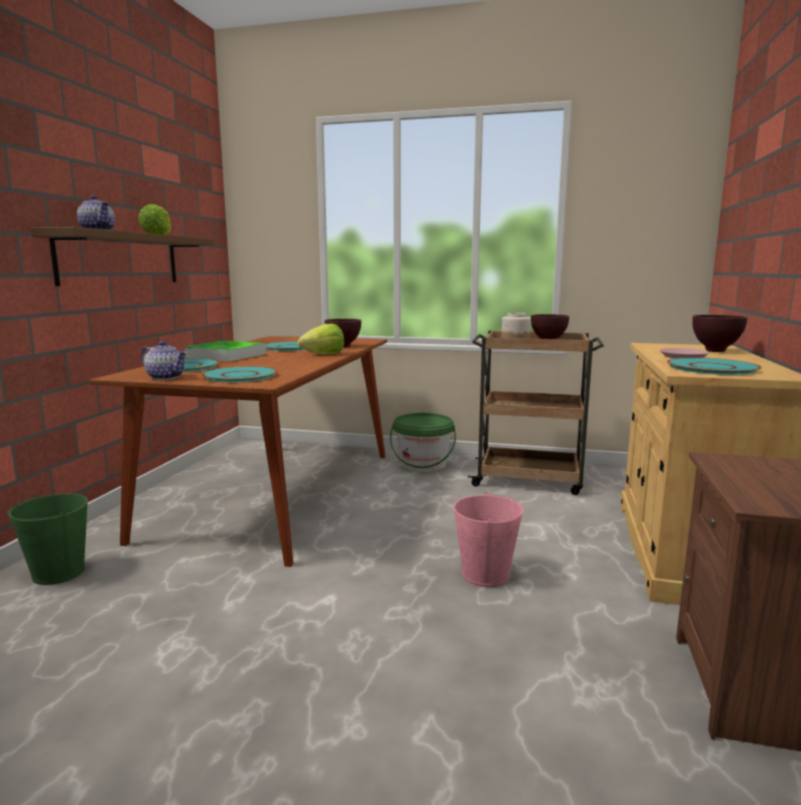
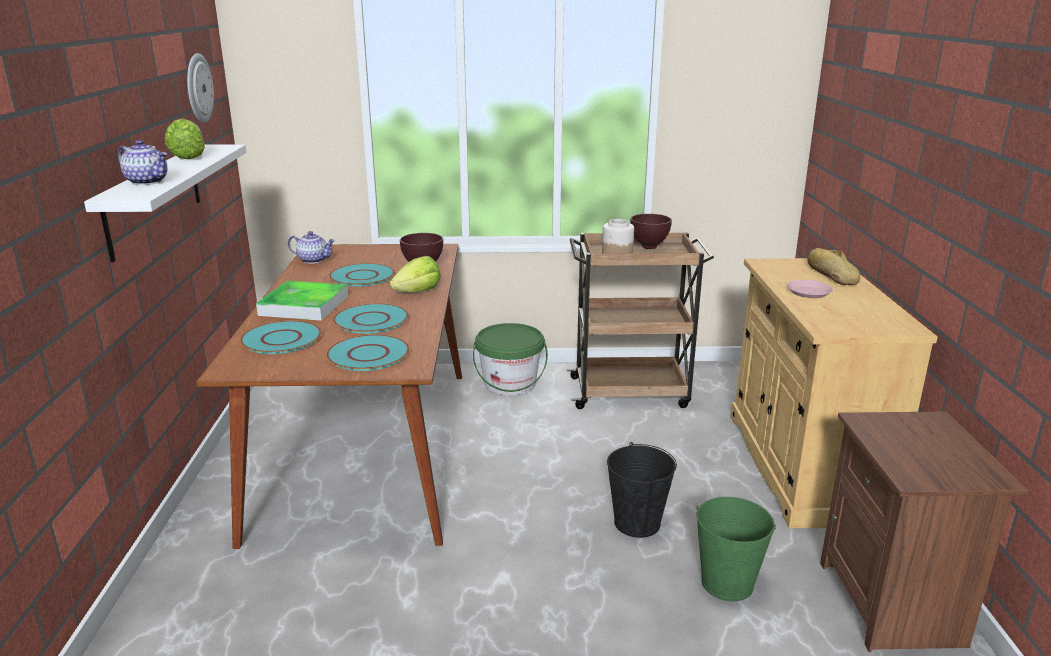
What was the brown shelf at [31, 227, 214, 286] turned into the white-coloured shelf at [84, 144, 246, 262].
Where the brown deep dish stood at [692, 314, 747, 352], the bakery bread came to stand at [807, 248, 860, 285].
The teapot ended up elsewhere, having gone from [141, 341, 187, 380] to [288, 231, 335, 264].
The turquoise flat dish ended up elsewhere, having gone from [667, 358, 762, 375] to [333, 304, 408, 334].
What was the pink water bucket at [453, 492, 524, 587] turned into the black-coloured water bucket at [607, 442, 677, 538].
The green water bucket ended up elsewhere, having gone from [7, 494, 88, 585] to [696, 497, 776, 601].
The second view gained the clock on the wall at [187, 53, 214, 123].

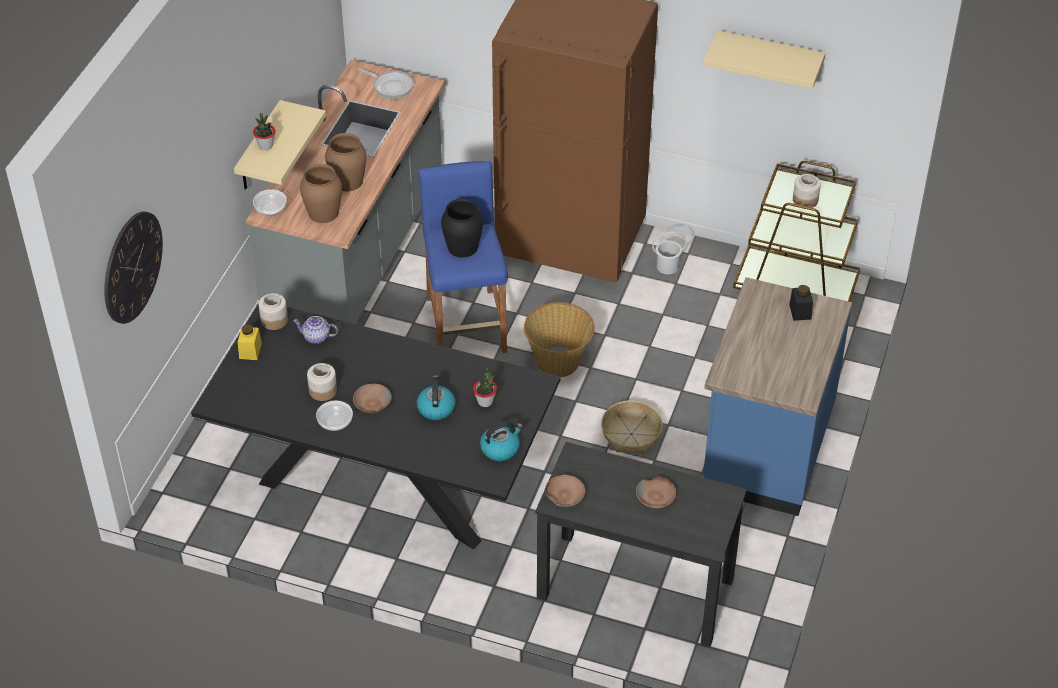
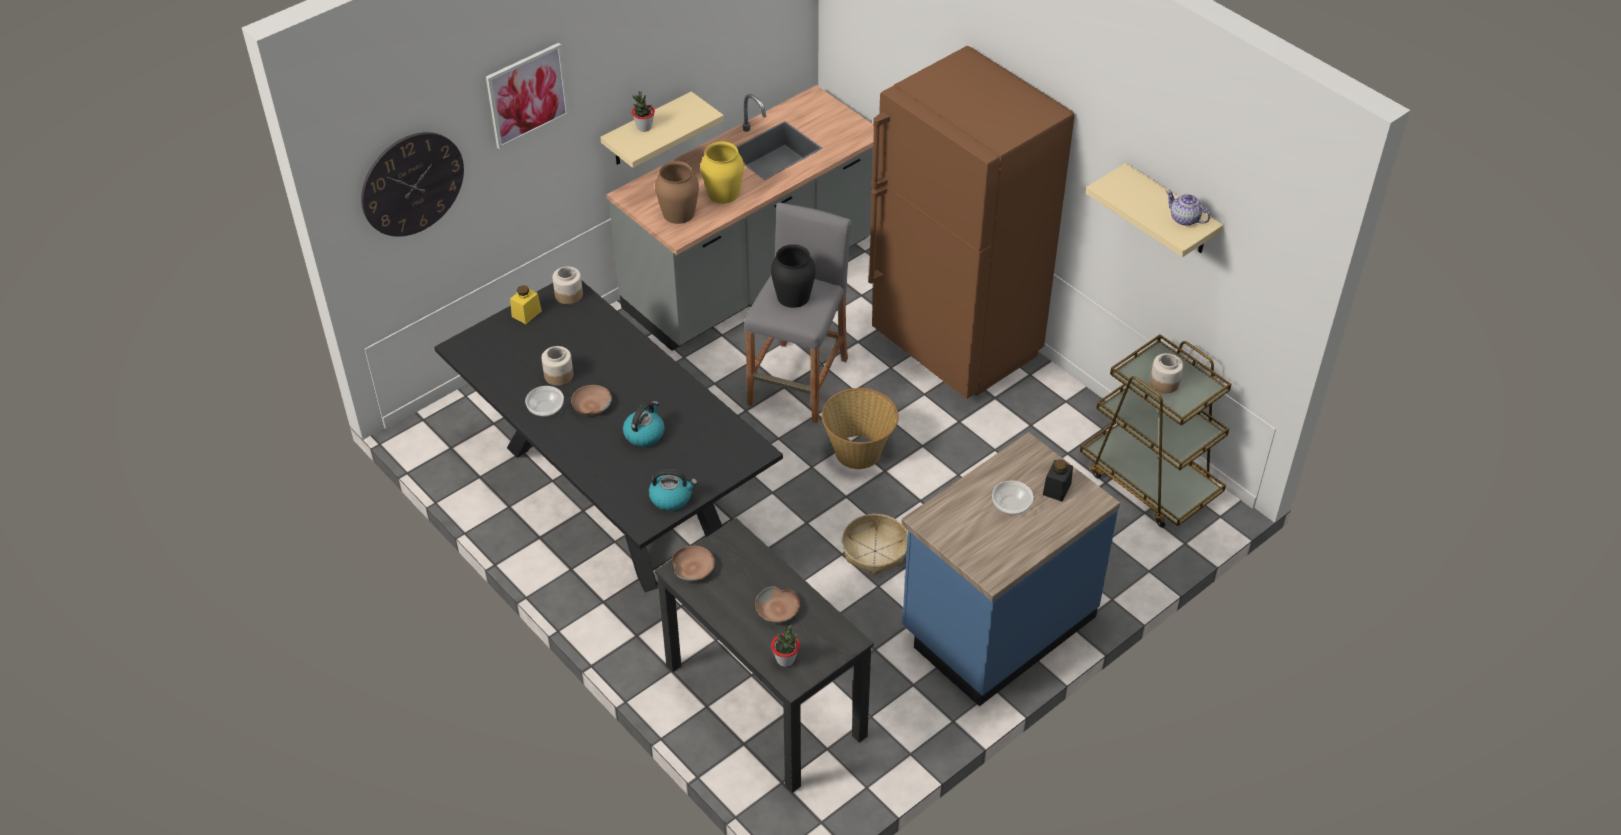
The second view lost the pan at [358, 68, 413, 99].
What was the brown vase at [325, 133, 366, 191] turned into the yellowish vase at [701, 142, 744, 204].
What was the bluish stool seat at [418, 161, 508, 353] turned into the gray stool seat at [744, 203, 852, 423].
The deep dish ended up elsewhere, having gone from [253, 189, 287, 216] to [992, 481, 1033, 515].
The second view lost the white-coloured water bucket at [652, 232, 686, 274].
The teapot ended up elsewhere, having gone from [293, 316, 338, 344] to [1166, 191, 1210, 226].
The houseplant ended up elsewhere, having gone from [473, 368, 497, 407] to [771, 625, 800, 667].
The second view gained the picture at [486, 43, 570, 149].

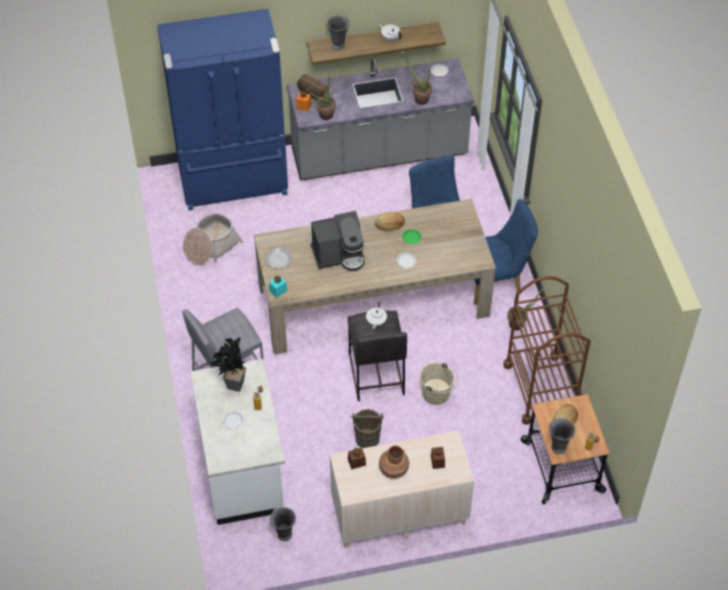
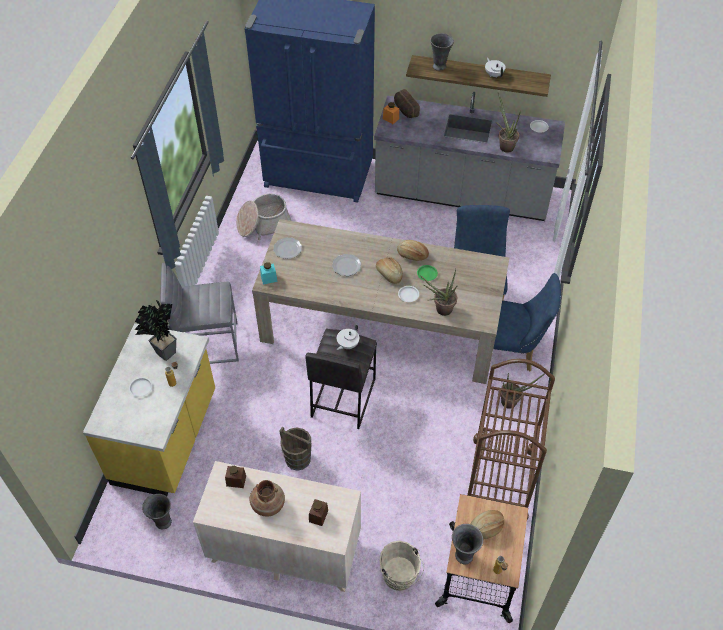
The houseplant ended up elsewhere, having gone from [306, 75, 336, 120] to [420, 269, 458, 316].
Where the coffee maker stood at [311, 211, 365, 271], the flat dish came to stand at [332, 254, 361, 276].
What was the white-coloured kitchen counter at [190, 359, 285, 525] turned into the yellowish kitchen counter at [83, 323, 215, 496].
The sand-coloured water bucket ended up elsewhere, having gone from [420, 362, 459, 405] to [380, 541, 424, 591].
The second view gained the bakery bread at [376, 257, 403, 284].

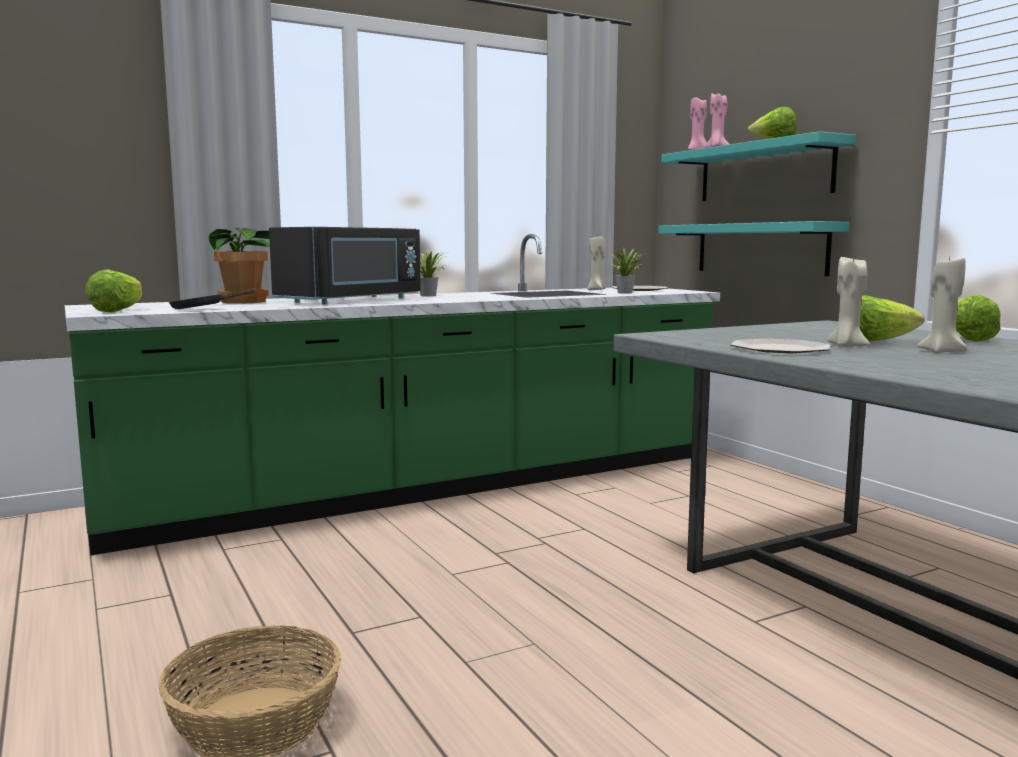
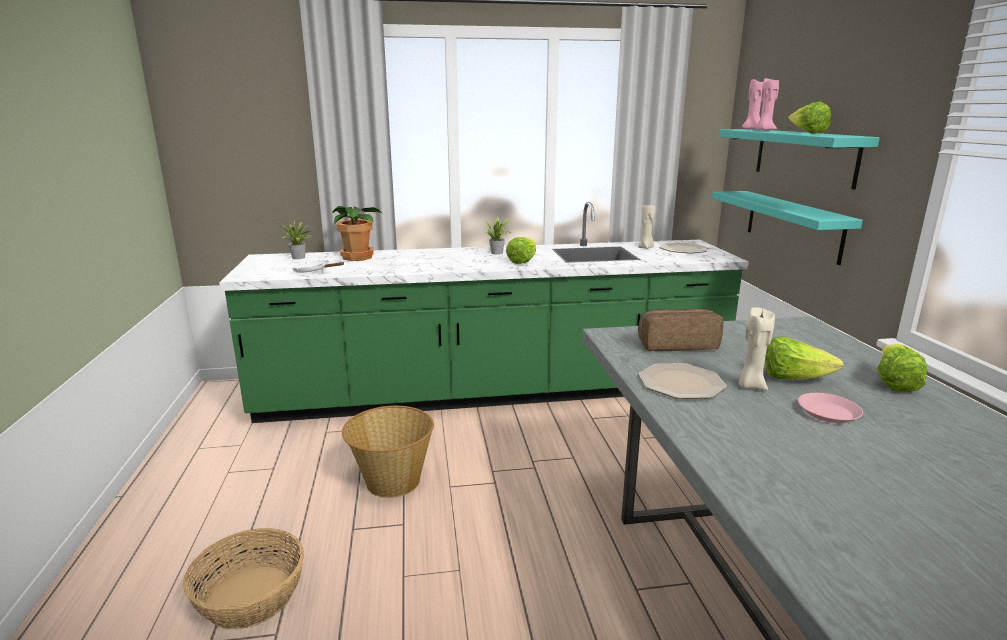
The second view lost the black-coloured microwave oven at [269, 227, 421, 305].
The houseplant ended up elsewhere, having gone from [610, 248, 645, 293] to [280, 220, 312, 259].
Where the sand-coloured candle stood at [917, 257, 967, 353], the pink flat dish came to stand at [798, 393, 863, 423].
The head of lettuce ended up elsewhere, having gone from [85, 269, 142, 312] to [506, 237, 536, 264].
What was the black-coloured pan at [169, 288, 256, 309] turned into the white-coloured pan at [292, 260, 344, 273].
The second view gained the bakery bread at [638, 308, 723, 351].
The second view gained the household basket at [342, 406, 434, 498].

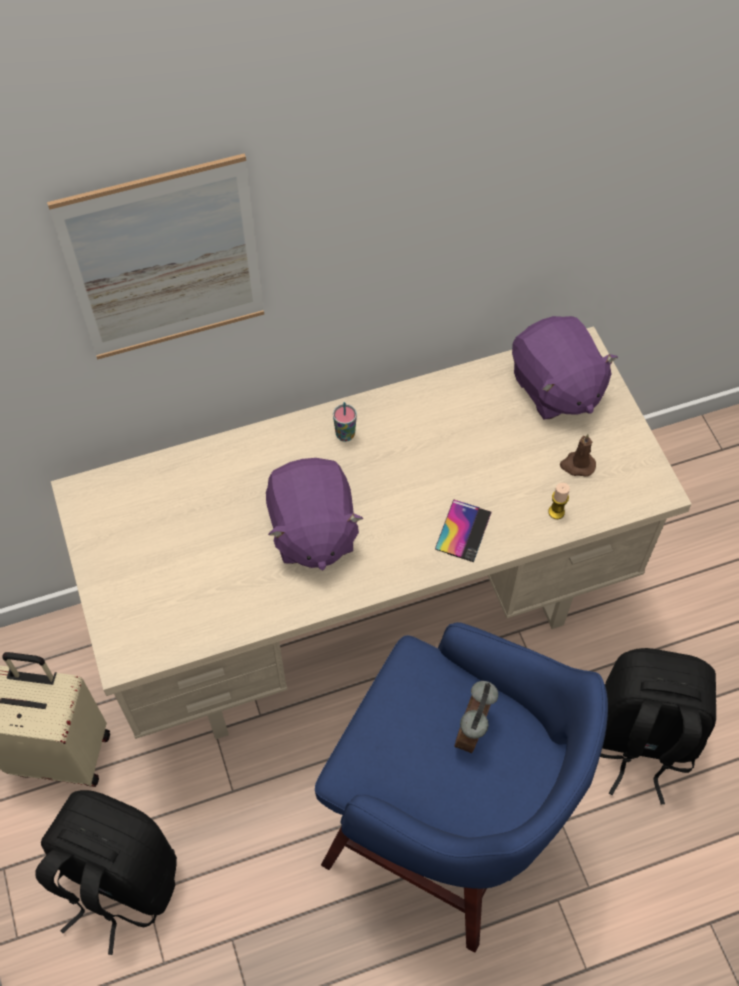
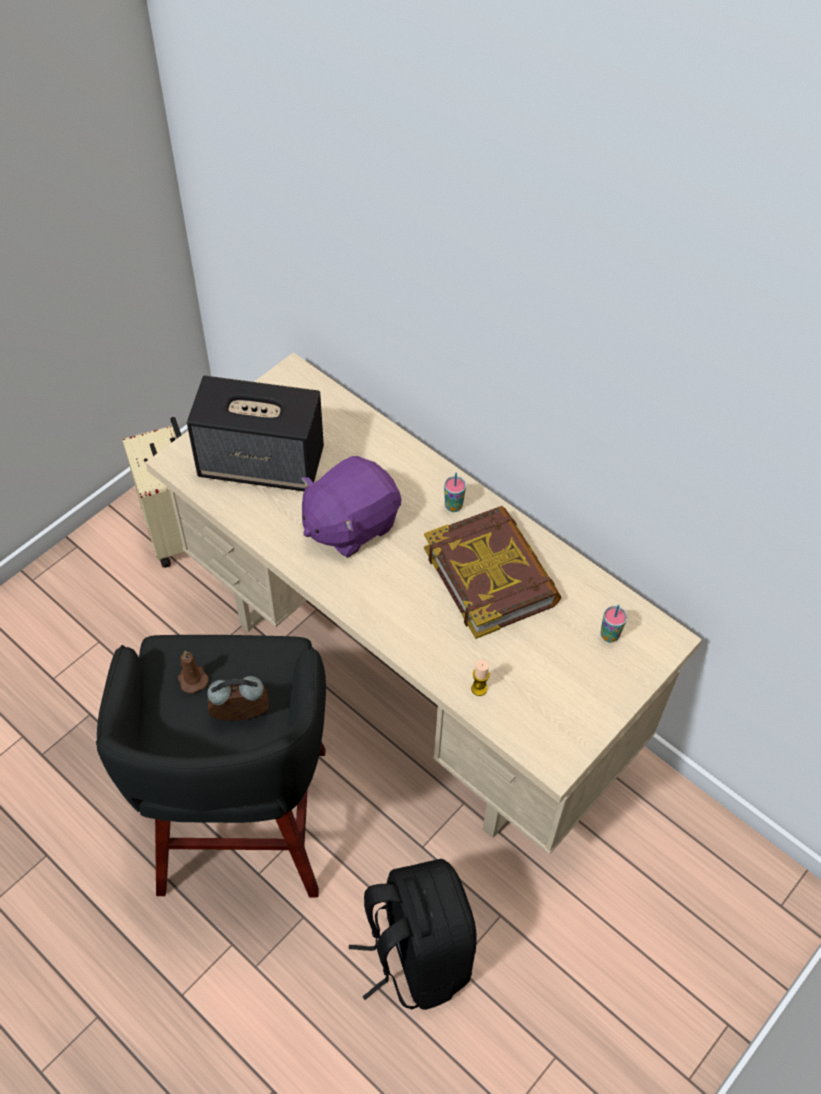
The second view lost the picture at [47, 153, 264, 360].
Where the purple soft toy stood at [512, 316, 618, 420], the cup came to stand at [600, 604, 627, 643].
The brown candle ended up elsewhere, having gone from [560, 434, 596, 477] to [178, 650, 209, 694].
The second view lost the telephone at [435, 499, 492, 562].
What was the bluish stool seat at [315, 622, 608, 953] turned into the black-coloured stool seat at [96, 635, 326, 898].
The second view lost the black-coloured rucksack at [35, 790, 177, 955].
The second view gained the audio speaker at [187, 376, 324, 491].
The second view gained the bound book at [424, 506, 561, 639].

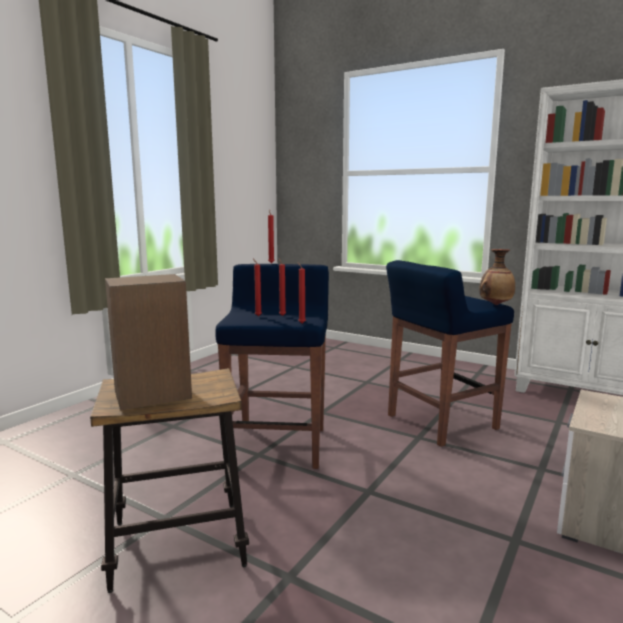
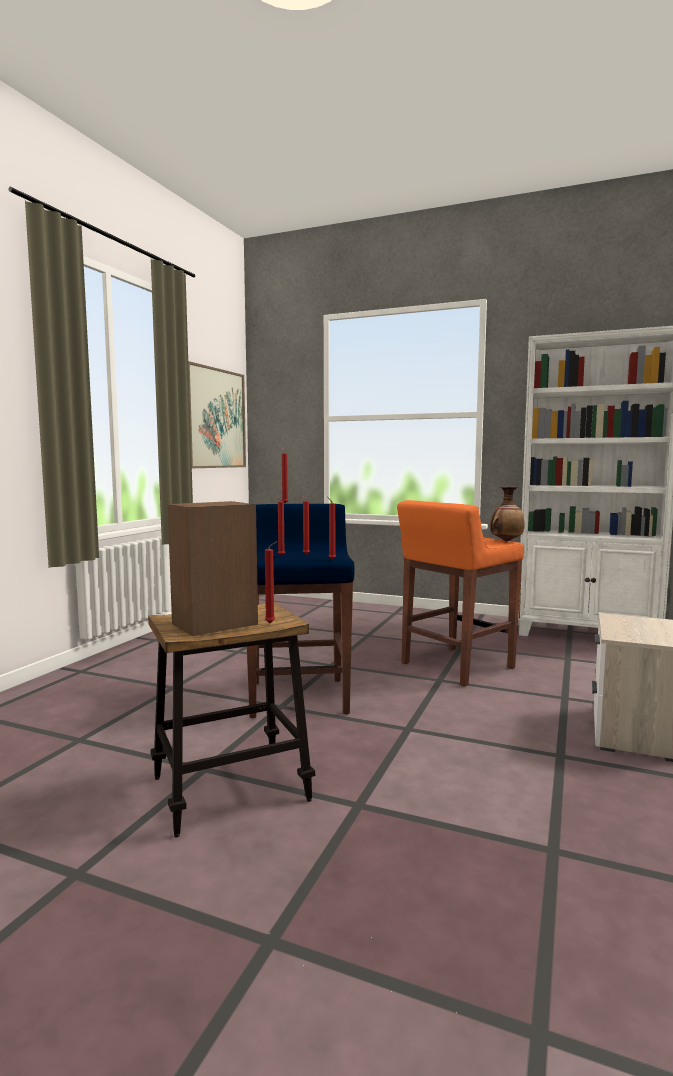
What was the bluish stool seat at [386, 260, 514, 447] turned into the orange-coloured stool seat at [397, 500, 524, 686].
The second view gained the picture at [188, 361, 246, 468].
The second view gained the red-coloured candle at [265, 541, 278, 623].

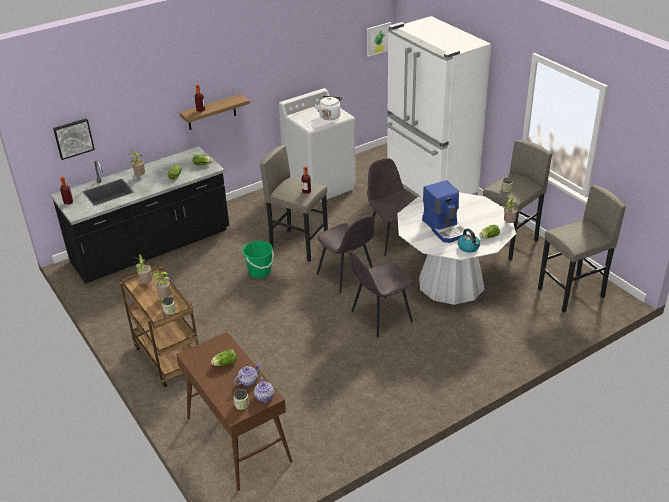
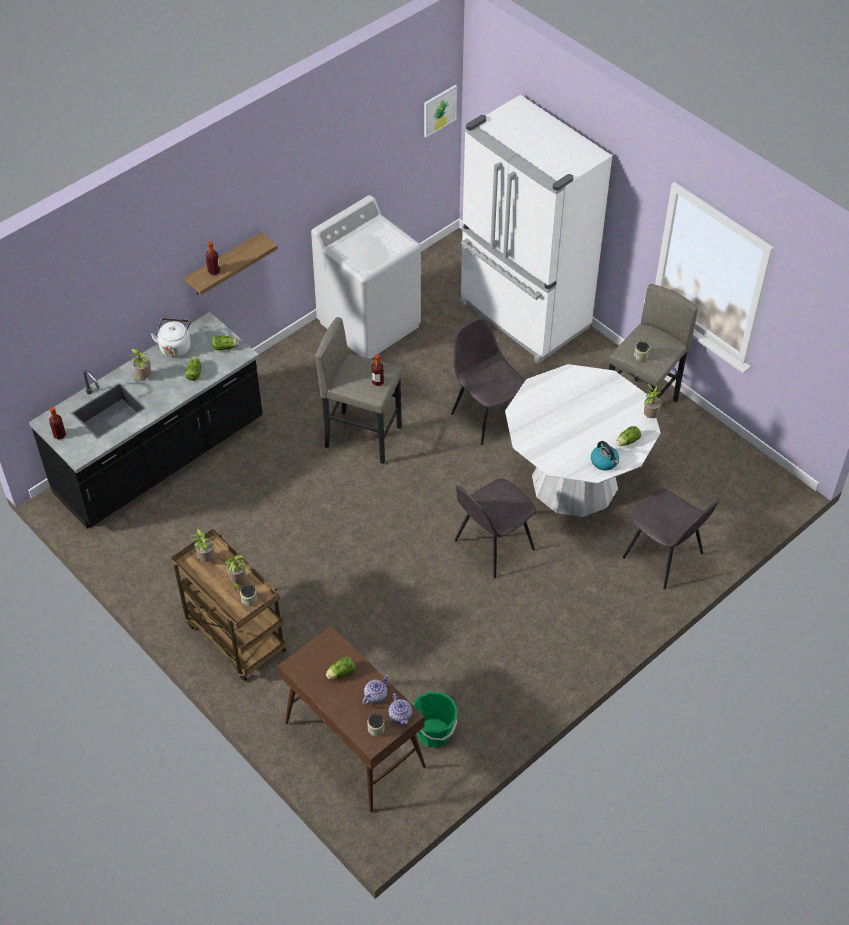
The white-coloured water kettle ended up elsewhere, having gone from [315, 96, 342, 120] to [150, 318, 191, 358].
The second view lost the picture at [53, 118, 95, 160].
The second view lost the coffee maker at [422, 180, 467, 243].
The second view lost the gray stool seat at [538, 185, 626, 312].
The gray chair ended up elsewhere, having gone from [317, 215, 374, 294] to [623, 489, 720, 589].
The green water bucket ended up elsewhere, having gone from [242, 241, 274, 278] to [412, 692, 457, 747].

